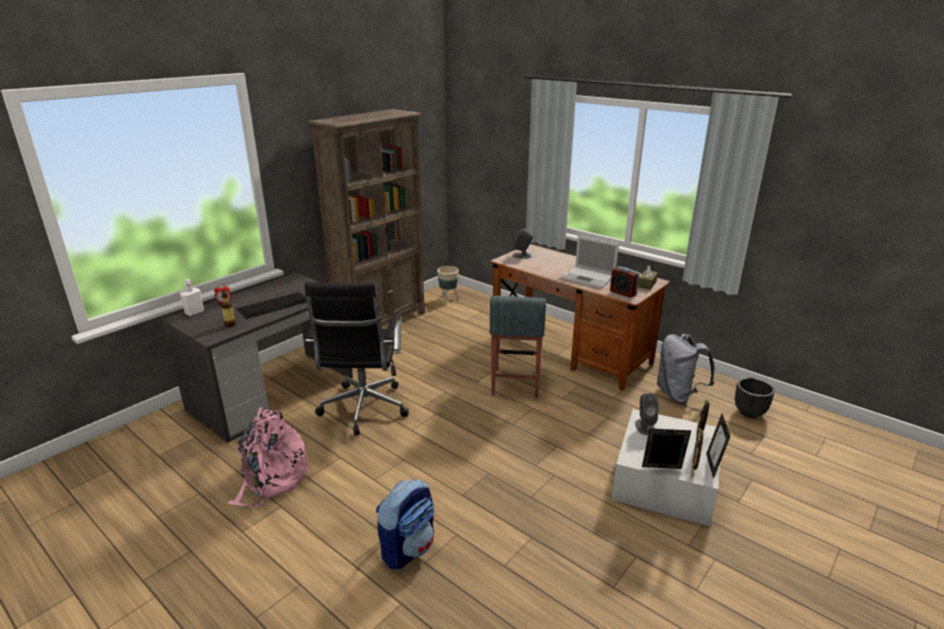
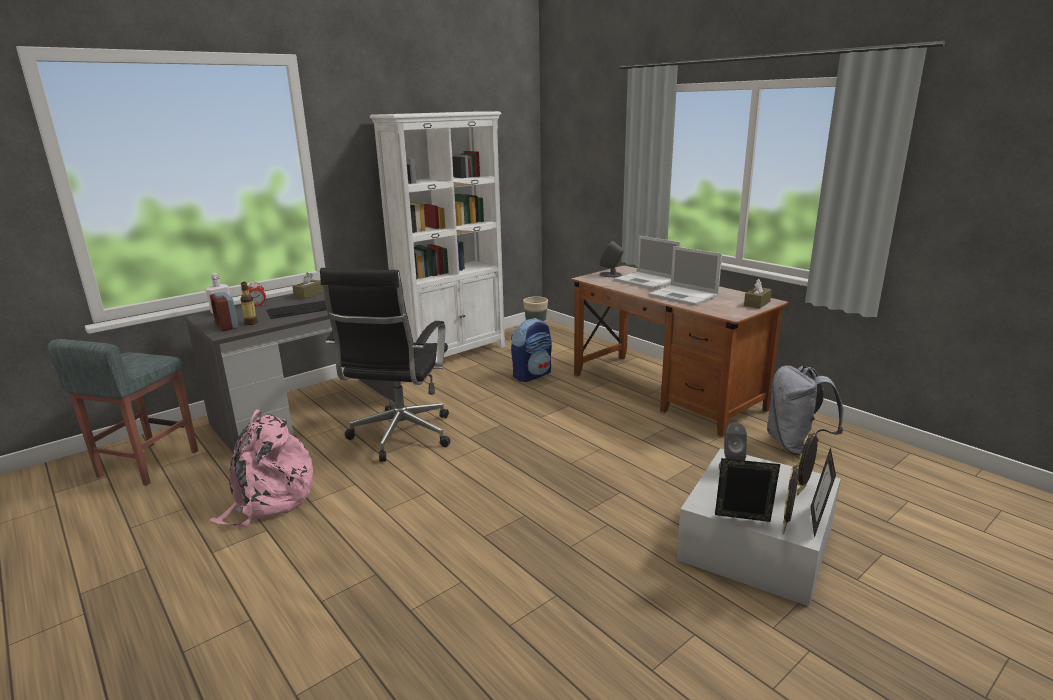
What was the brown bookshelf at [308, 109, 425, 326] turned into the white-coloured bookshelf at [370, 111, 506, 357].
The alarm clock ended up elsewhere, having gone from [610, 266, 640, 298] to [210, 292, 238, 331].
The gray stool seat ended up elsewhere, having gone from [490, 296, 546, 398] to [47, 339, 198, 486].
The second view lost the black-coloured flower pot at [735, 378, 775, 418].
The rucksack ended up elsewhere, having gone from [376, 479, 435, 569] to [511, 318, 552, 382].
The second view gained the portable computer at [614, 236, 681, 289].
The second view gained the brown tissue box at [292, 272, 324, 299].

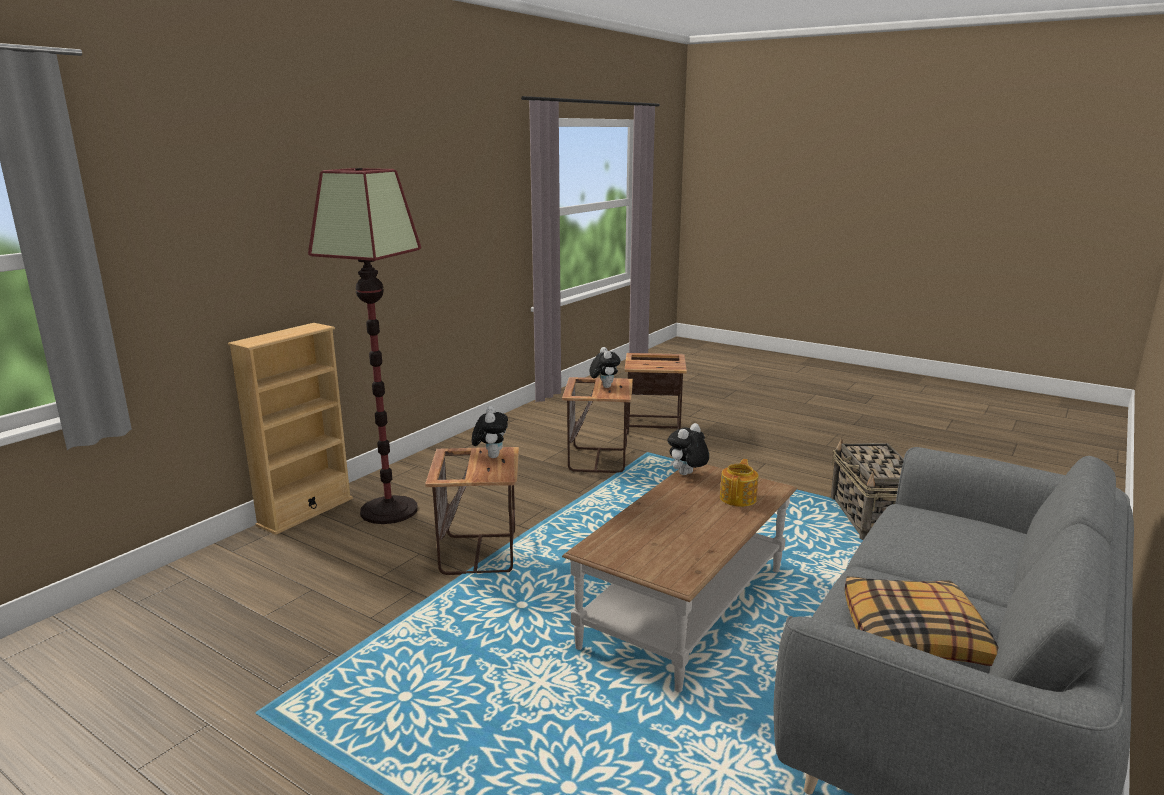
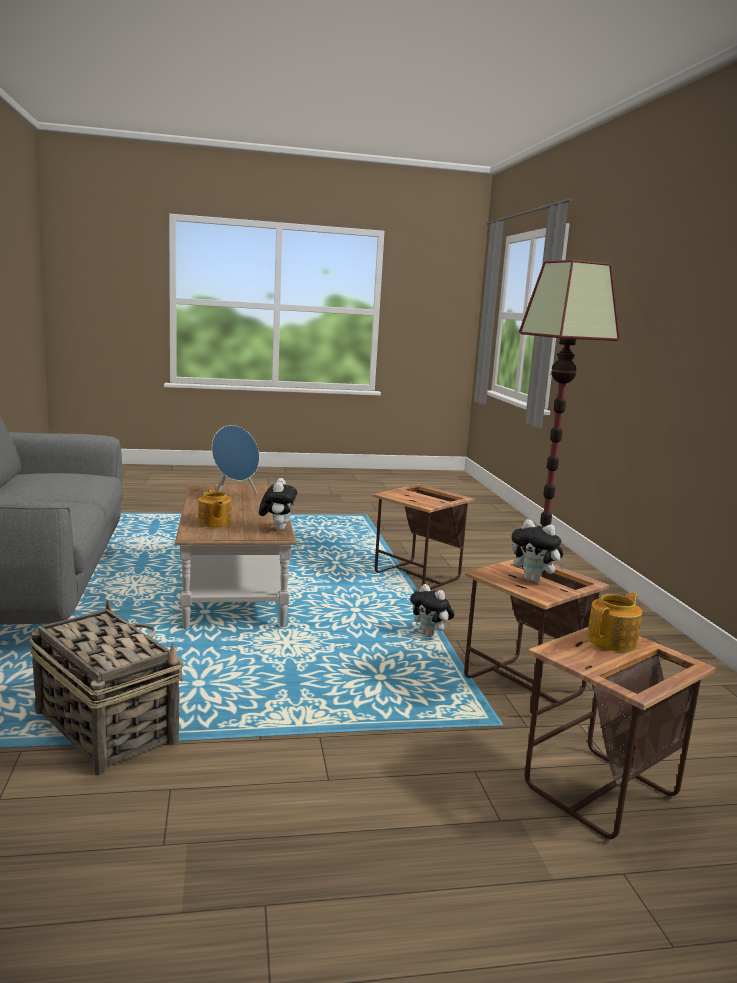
The second view lost the sand-coloured bookshelf at [228, 323, 353, 535].
The soft toy ended up elsewhere, having gone from [472, 406, 508, 458] to [410, 584, 455, 637].
The second view lost the pillow at [844, 576, 998, 666].
The second view gained the bluish audio speaker at [212, 425, 259, 494].
The second view gained the teapot at [587, 592, 642, 652].

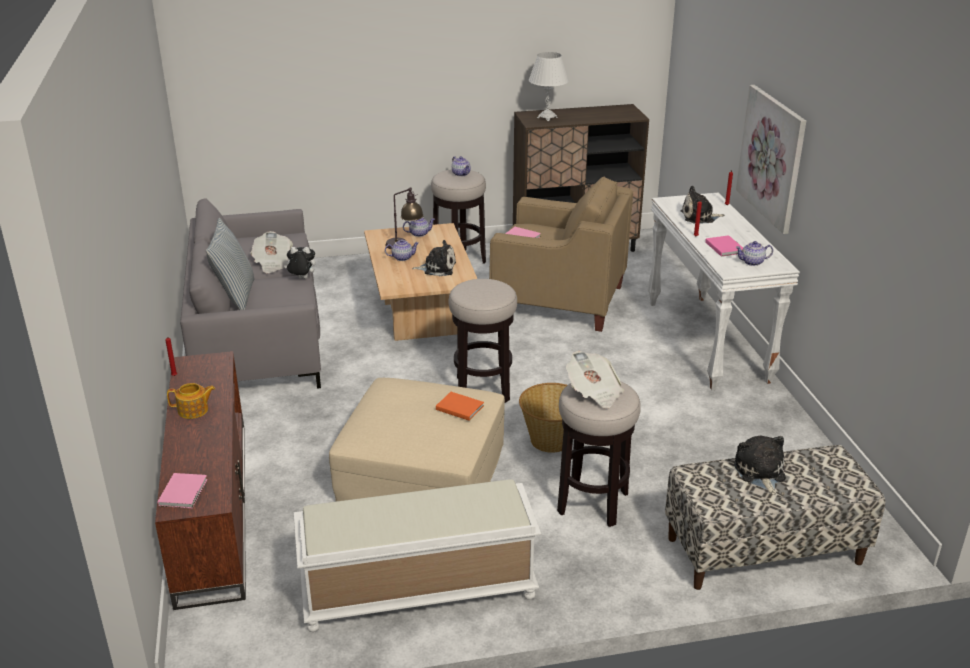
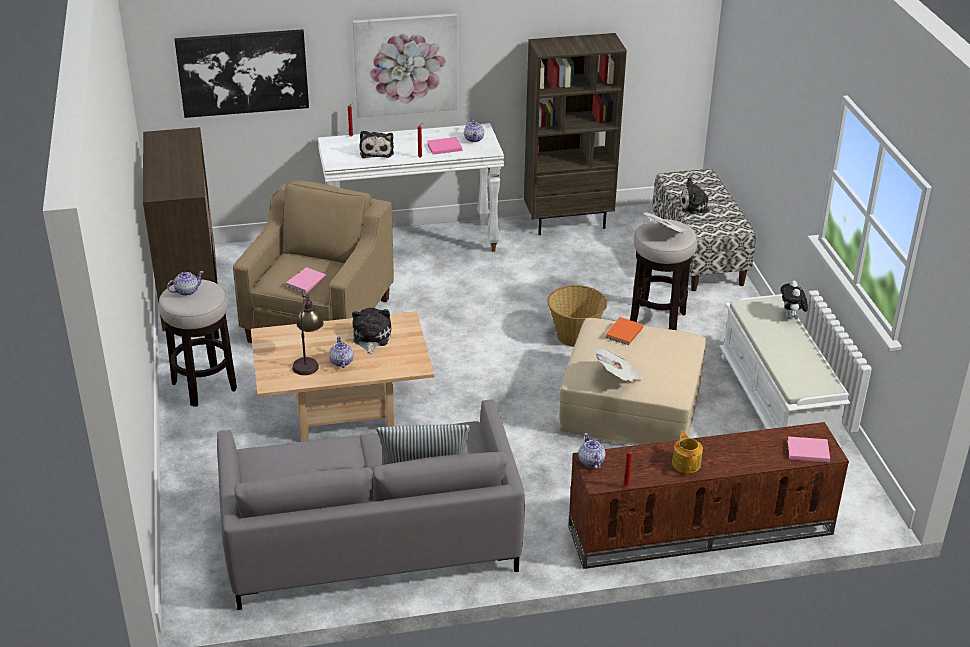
The second view lost the white-coloured table lamp at [529, 52, 569, 121].
The teapot ended up elsewhere, having gone from [403, 218, 435, 237] to [578, 433, 606, 470].
The printed paper ended up elsewhere, having gone from [251, 231, 293, 273] to [593, 348, 644, 382].
The soft toy ended up elsewhere, having gone from [284, 247, 316, 279] to [780, 281, 808, 318].
The second view lost the stool seat at [448, 279, 517, 403].
The second view gained the picture at [175, 29, 309, 118].
The second view gained the brown bookshelf at [524, 33, 627, 235].

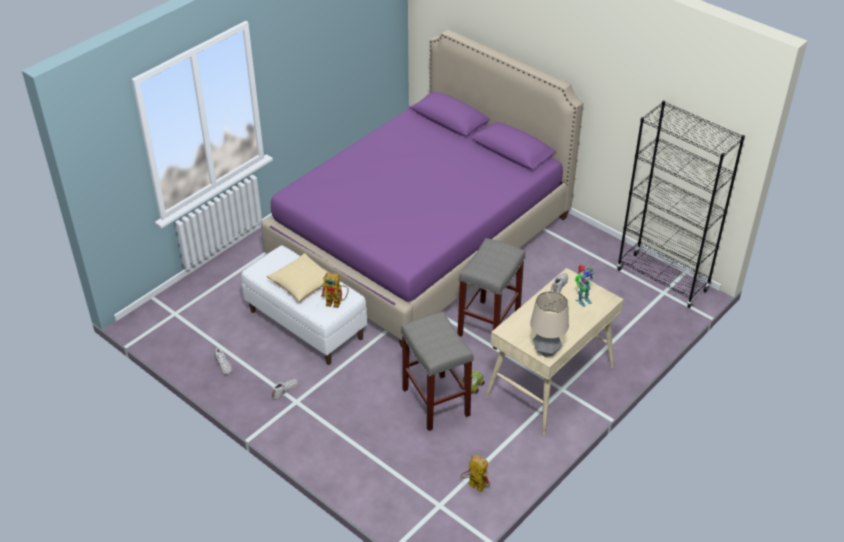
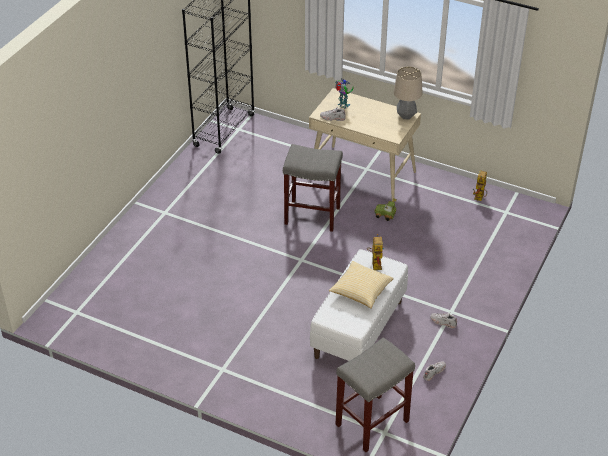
The second view lost the purple bed at [261, 30, 583, 347].
The gray stool seat ended up elsewhere, having gone from [401, 312, 474, 431] to [335, 337, 415, 452].

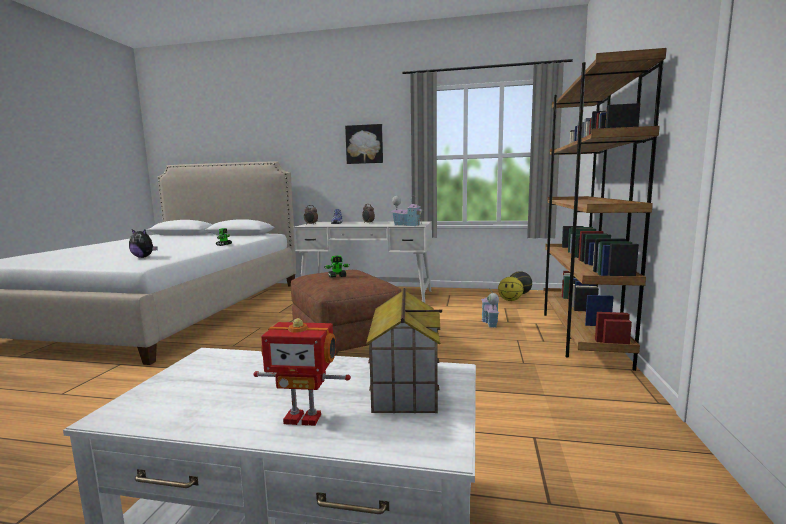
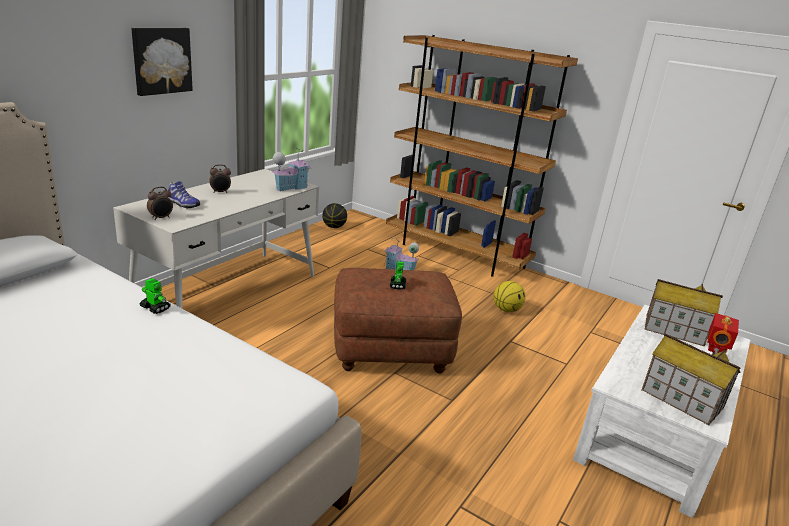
The second view lost the soft toy at [129, 229, 157, 258].
The ball for basketball ended up elsewhere, having gone from [498, 277, 524, 301] to [494, 281, 526, 312].
The second view gained the miniature house at [642, 333, 741, 425].

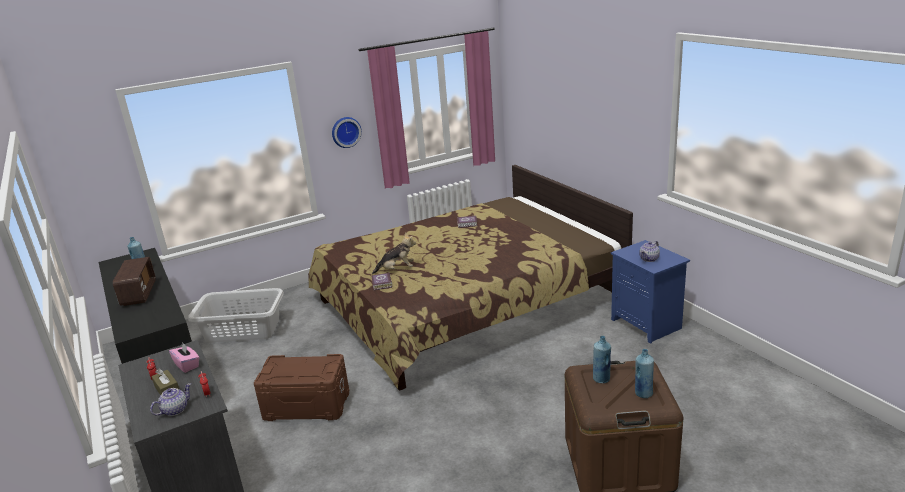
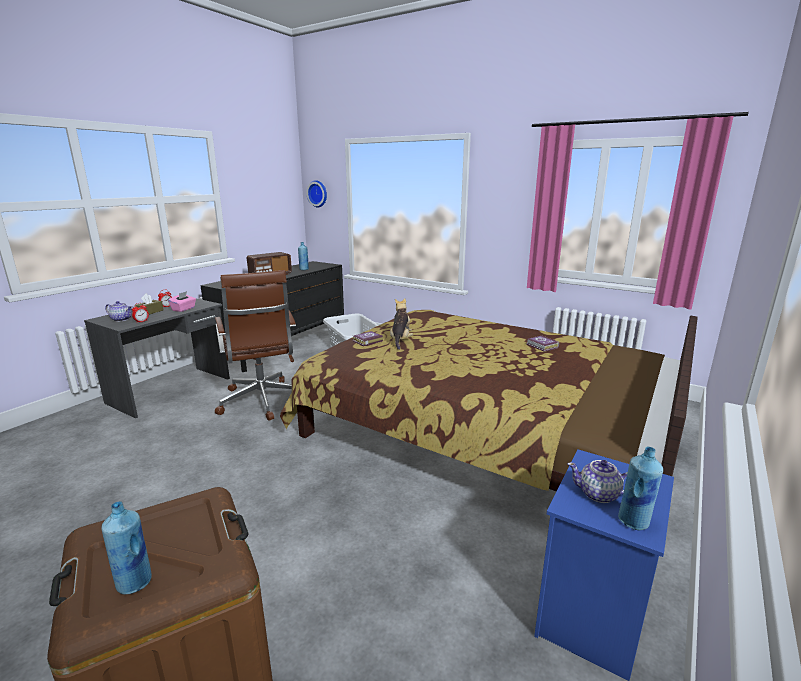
The clock on the wall ended up elsewhere, having gone from [332, 117, 362, 148] to [306, 180, 327, 207].
The soft toy at [372, 232, 416, 274] ended up facing another way, 135 degrees counterclockwise from before.
The bluish bottle ended up elsewhere, having gone from [593, 336, 611, 383] to [618, 447, 663, 531].
Where the brown storage box stood at [254, 354, 349, 421], the brown office chair came to stand at [215, 270, 296, 421].

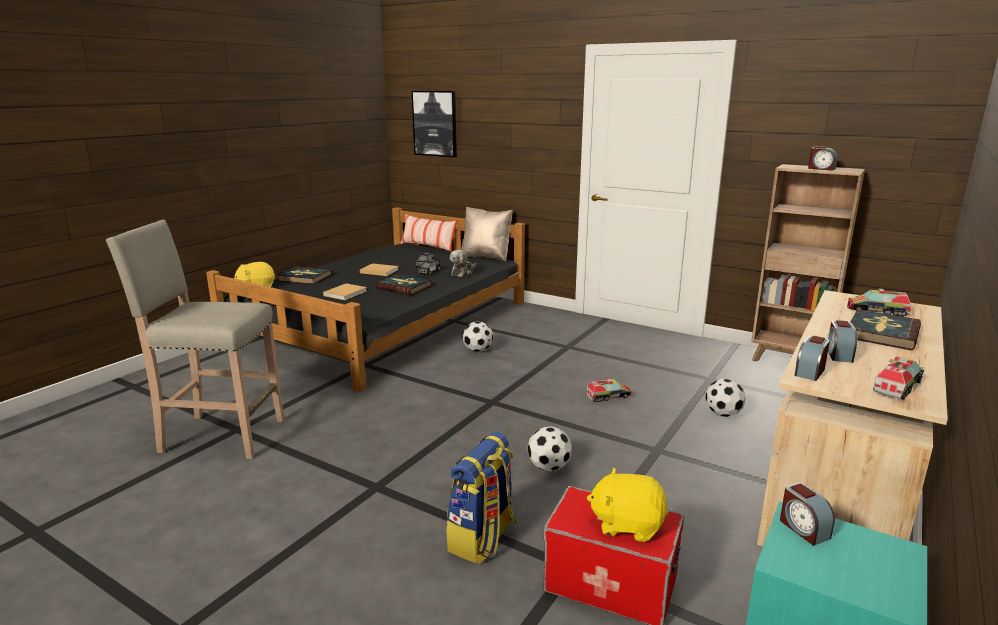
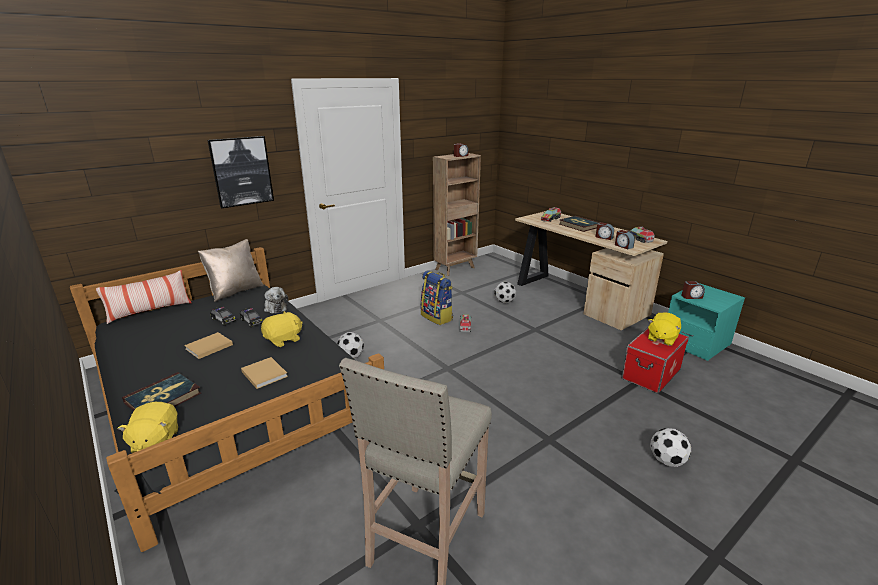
The picture ended up elsewhere, having gone from [412, 91, 457, 157] to [207, 136, 274, 208].
Where the bound book stood at [375, 274, 432, 295], the yellowish soft toy came to stand at [261, 311, 303, 347].
The ball for football ended up elsewhere, having gone from [528, 426, 572, 471] to [650, 428, 691, 467].
The rucksack ended up elsewhere, having gone from [446, 431, 516, 564] to [420, 270, 453, 325].

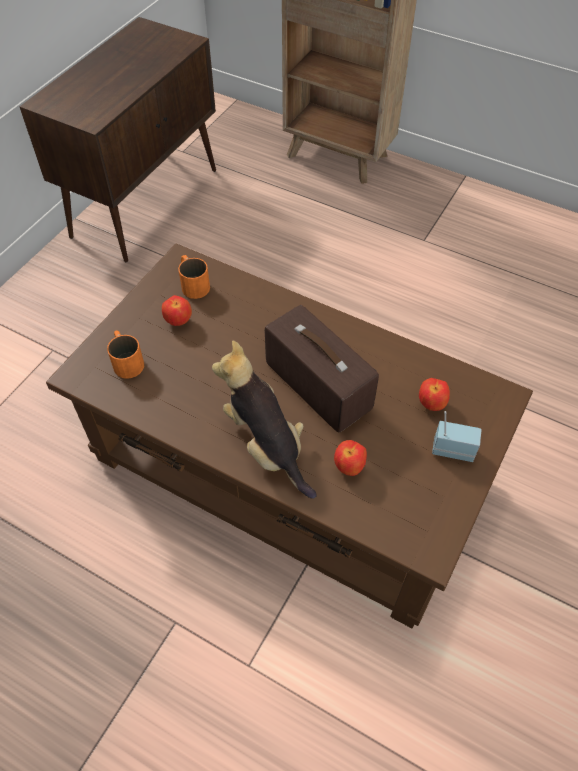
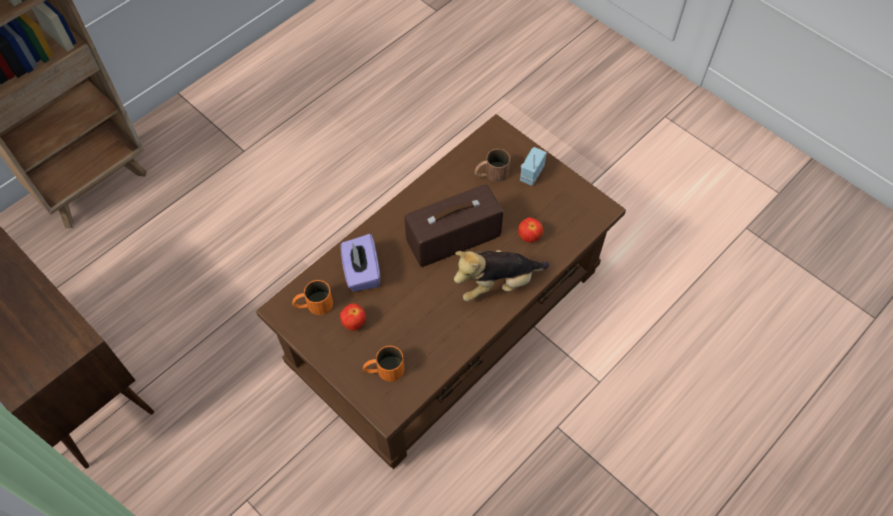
Where the apple stood at [419, 378, 450, 411], the brown tea mug came to stand at [475, 149, 510, 182].
The second view gained the purple tissue box at [341, 234, 380, 291].

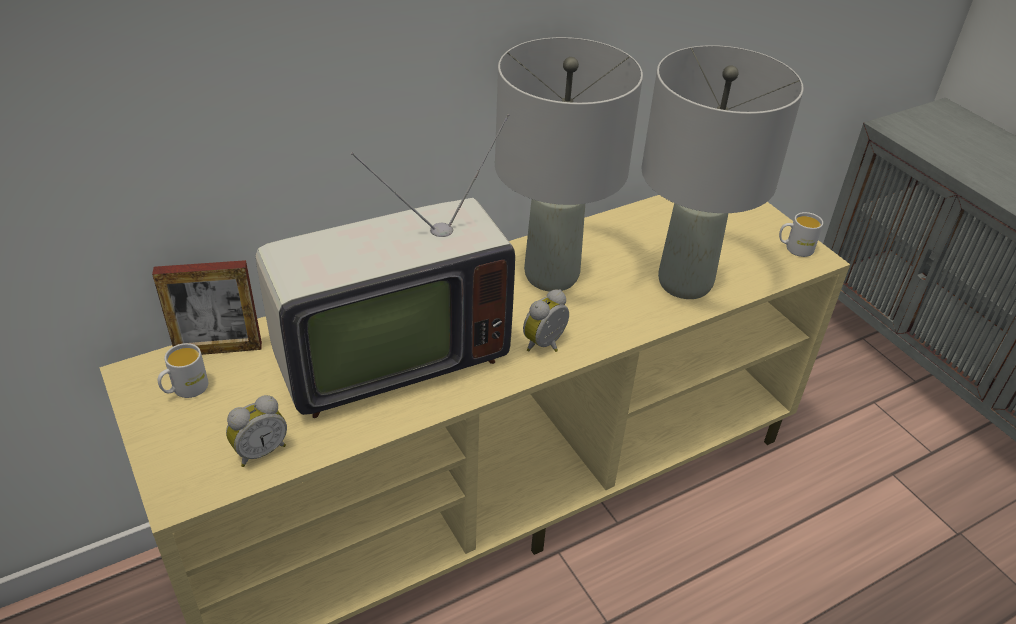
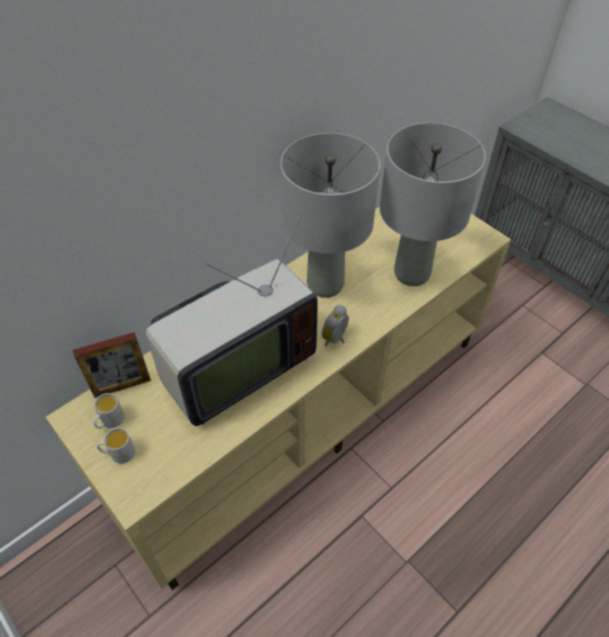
The white-coloured tea mug ended up elsewhere, having gone from [779, 212, 823, 257] to [97, 428, 135, 464].
The second view lost the alarm clock at [226, 395, 287, 467].

